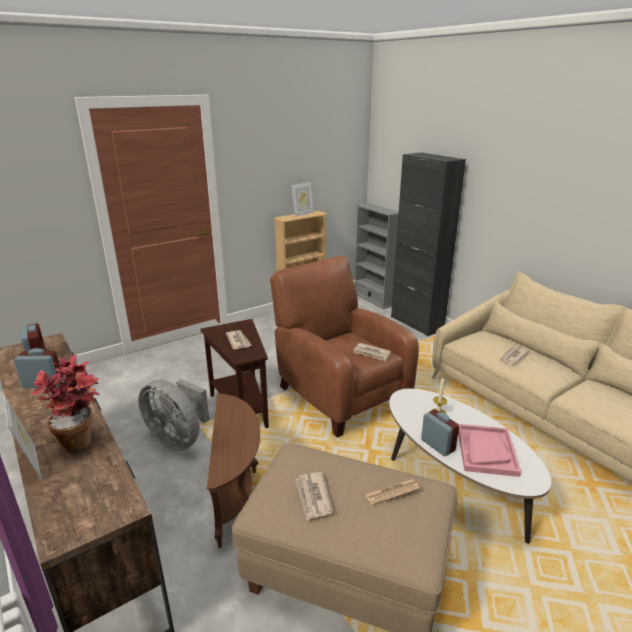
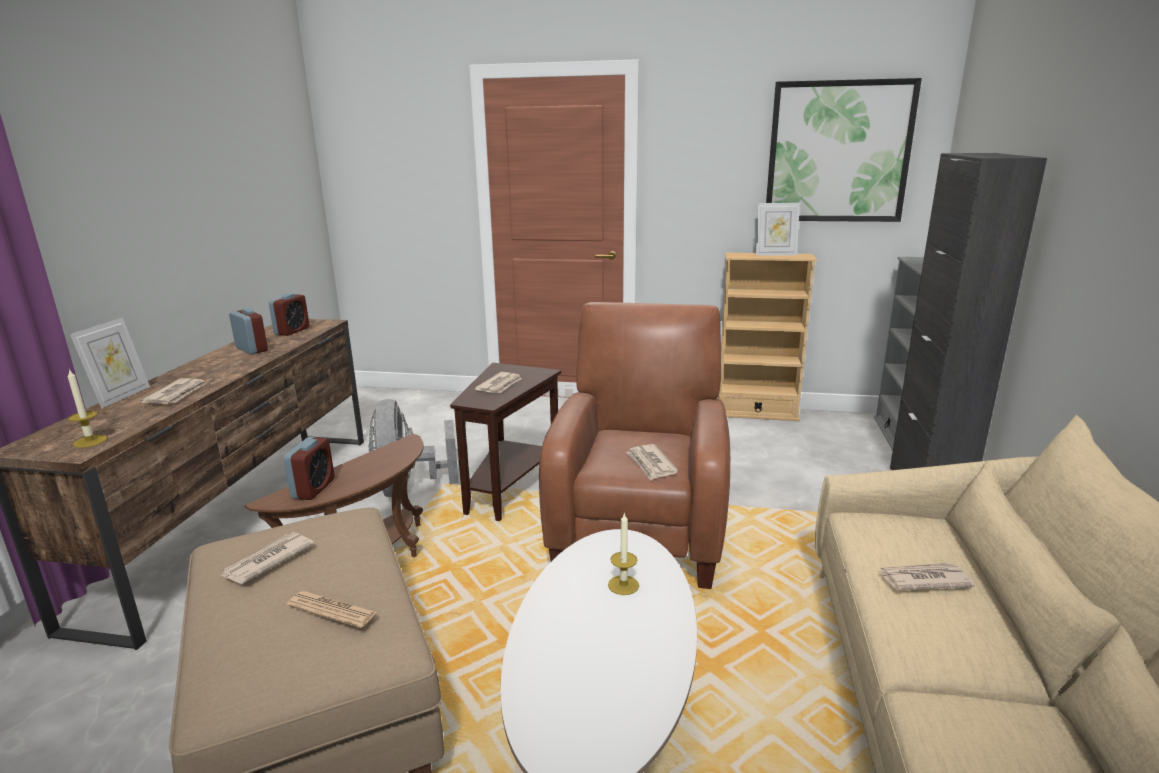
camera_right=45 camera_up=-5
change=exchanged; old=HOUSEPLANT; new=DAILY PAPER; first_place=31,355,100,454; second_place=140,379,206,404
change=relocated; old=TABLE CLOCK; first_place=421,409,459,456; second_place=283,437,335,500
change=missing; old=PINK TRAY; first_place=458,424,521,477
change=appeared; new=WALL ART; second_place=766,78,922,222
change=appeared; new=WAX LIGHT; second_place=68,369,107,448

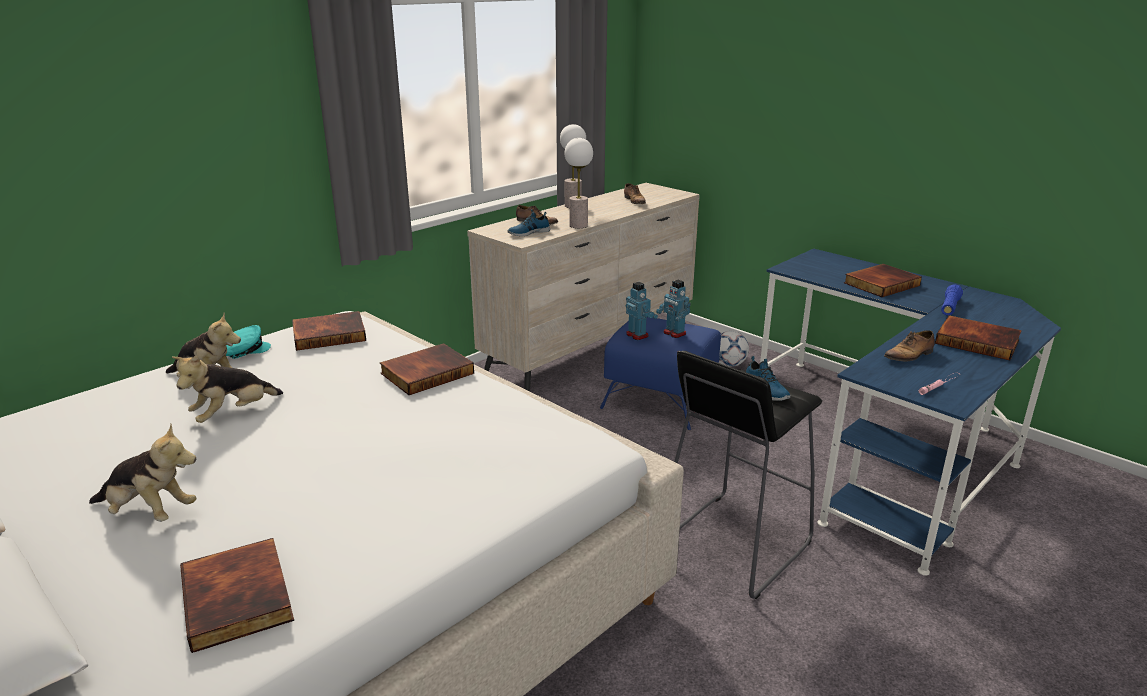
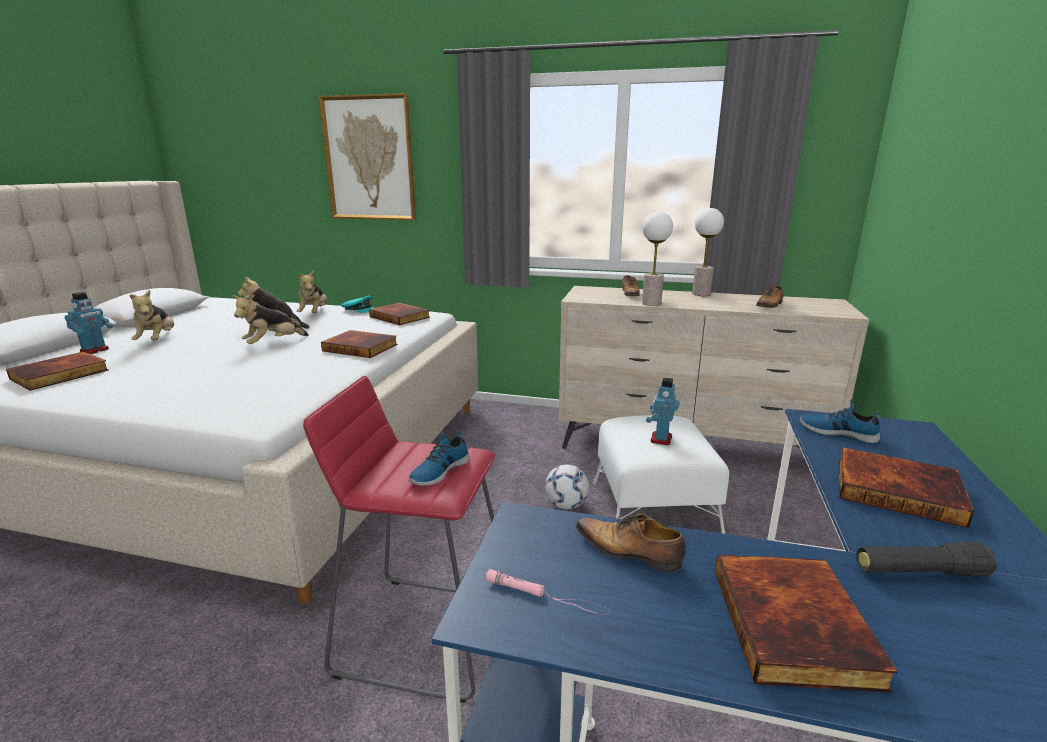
camera_right=60 camera_up=-5
change=relocated; old=LOW SHOE; first_place=508,209,550,236; second_place=800,400,880,443
change=relocated; old=ROBOT FIGURE; first_place=626,282,658,340; second_place=65,292,113,354
change=colour; old=BLUISH FLASHLIGHT; new=BLACKISH FLASHLIGHT; first_place=941,284,963,316; second_place=856,541,997,577
change=colour; old=BLUISH OTTOMAN; new=WHITE OTTOMAN; first_place=600,317,721,430; second_place=593,415,729,534
change=relocated; old=FOOTBALL BALL; first_place=719,331,749,367; second_place=545,464,589,509
change=colour; old=BLACKISH STOOL SEAT; new=RED STOOL SEAT; first_place=674,351,822,599; second_place=303,376,495,702
change=appeared; new=WALL ART; second_place=318,93,416,220
change=appeared; new=PLUSH TOY; second_place=232,294,309,344

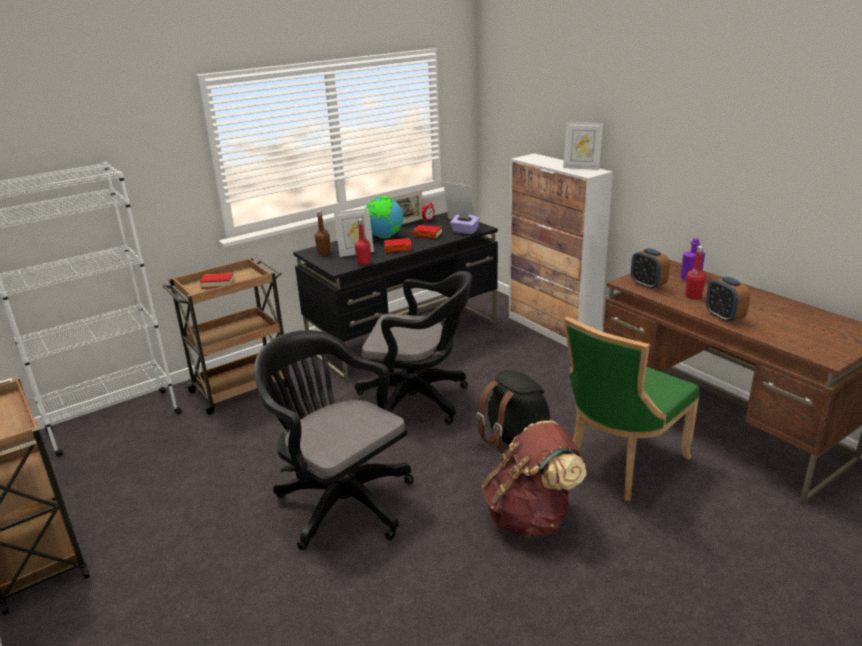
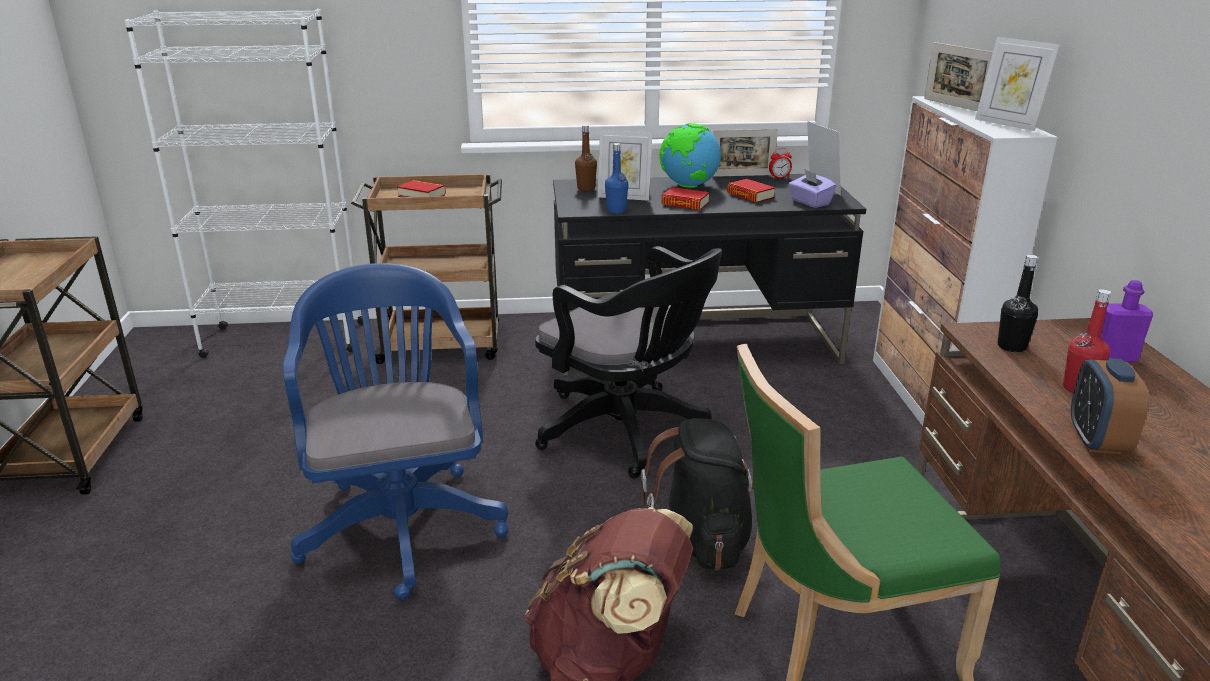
camera_right=30 camera_up=0
change=colour; old=RED BEVERAGE BOTTLE; new=BLUISH BEVERAGE BOTTLE; first_place=355,219,370,265; second_place=605,143,629,214
change=exchanged; old=TABLE CLOCK; new=BLACKISH BEVERAGE BOTTLE; first_place=631,248,670,290; second_place=998,255,1038,352
change=colour; old=BLACKISH COMPUTER CHAIR; new=BLUISH COMPUTER CHAIR; first_place=254,330,414,550; second_place=283,263,509,600
change=appeared; new=PHOTO FRAME; second_place=924,42,993,111

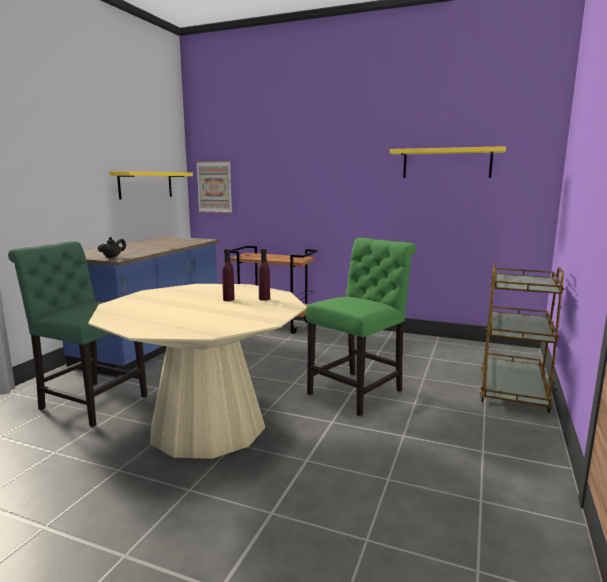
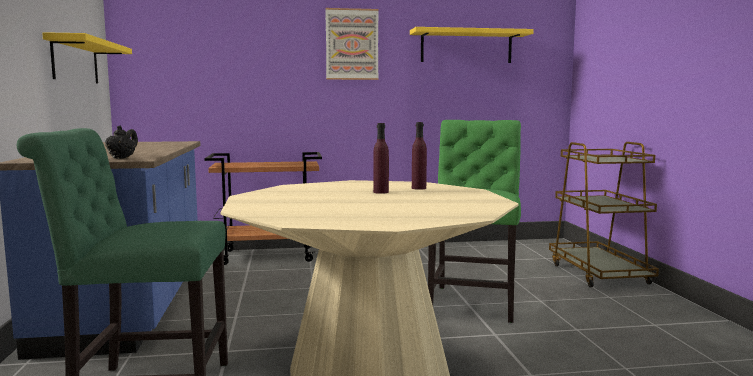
camera_right=-30 camera_up=-5
change=relocated; old=WALL ART; first_place=196,161,232,213; second_place=325,8,378,80

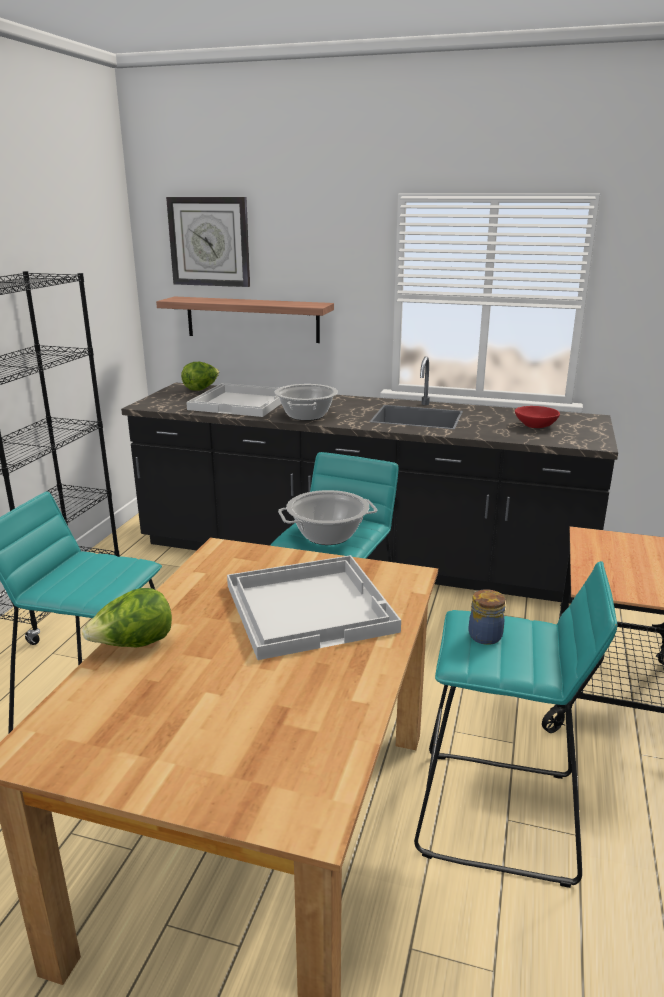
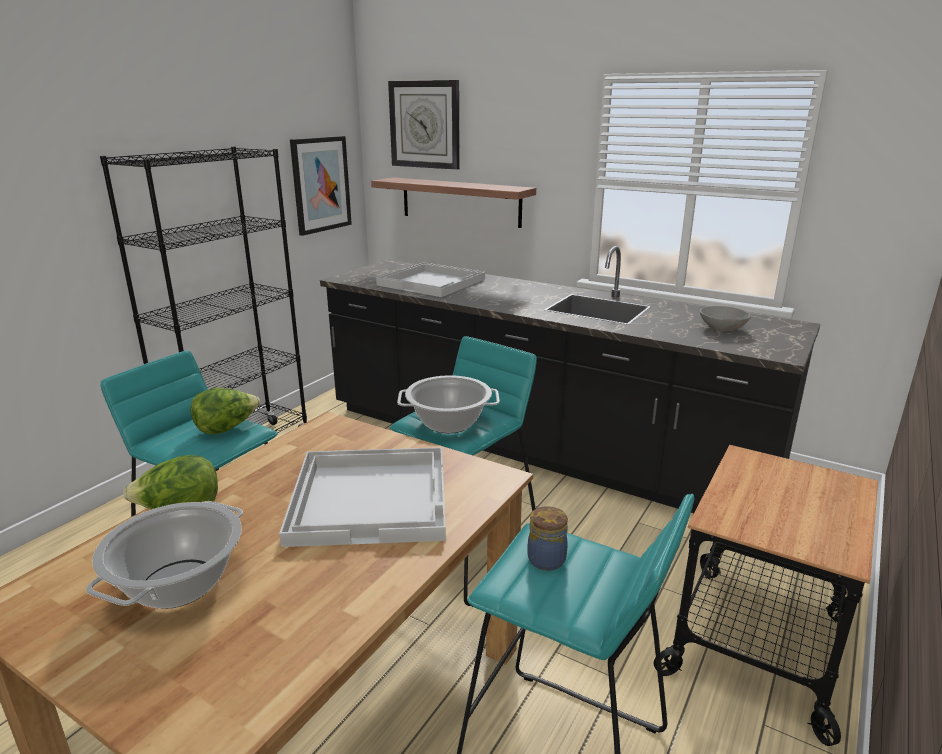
camera_right=15 camera_up=0
change=relocated; old=LETTUCE; first_place=181,362,219,391; second_place=191,388,260,434
change=relocated; old=COOKING POT; first_place=274,384,338,421; second_place=86,501,243,609
change=colour; old=RED SERVING BOWL; new=GRAY SERVING BOWL; first_place=515,406,560,428; second_place=699,306,751,331
change=appeared; new=WALL ART; second_place=290,136,352,236

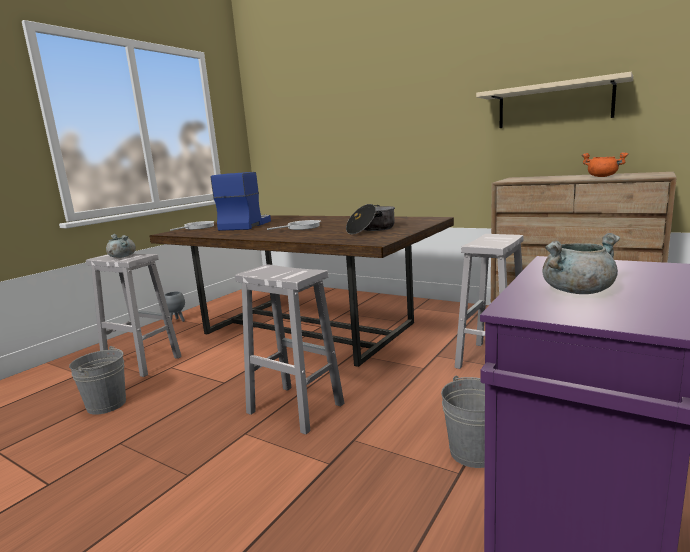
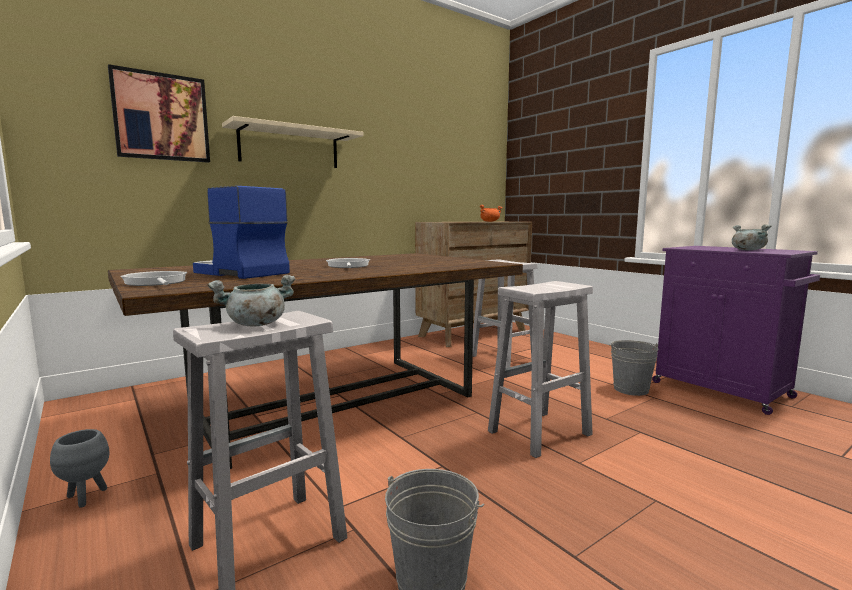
camera_right=-70 camera_up=-5
change=relocated; old=BEIGE-COLOURED BRACKET SHELF; first_place=476,72,633,128; second_place=222,116,364,168
change=missing; old=COOKING POT; first_place=346,204,395,235
change=appeared; new=WALL ART; second_place=108,64,210,163

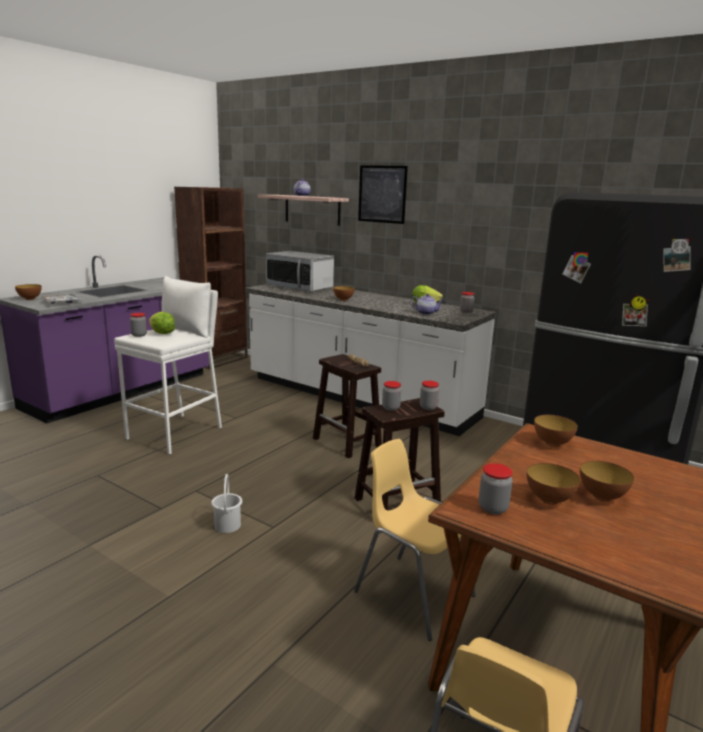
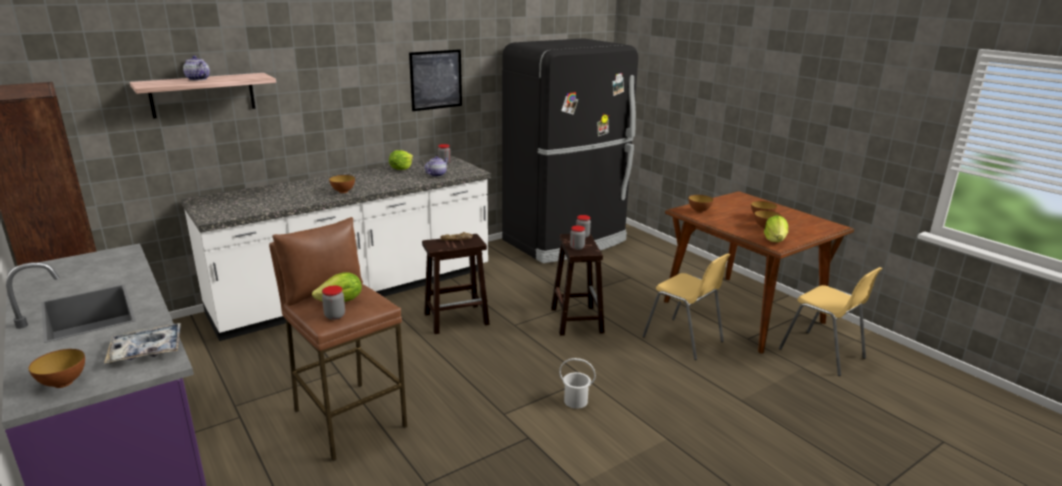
camera_right=-70 camera_up=5
change=relocated; old=WALL ART; first_place=358,165,408,224; second_place=409,49,462,111
change=missing; old=KITCHEN MICROWAVE; first_place=266,251,334,292
change=colour; old=WHITE STOOL SEAT; new=BROWN-COLOURED STOOL SEAT; first_place=114,276,222,455; second_place=269,217,407,461
change=spun; old=YELLOW PLAIN CHAIR; first_place=354,439,475,641; second_place=643,253,730,360; degrees=-105
change=exchanged; old=PRESERVE JAR; new=LETTUCE; first_place=479,463,513,515; second_place=764,216,788,242

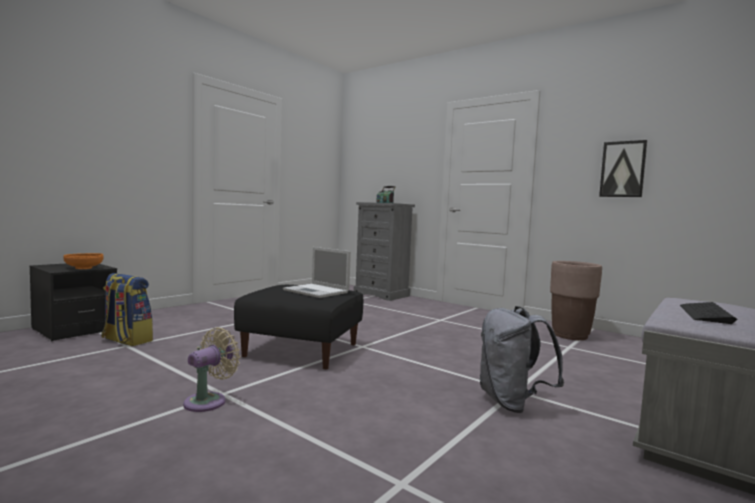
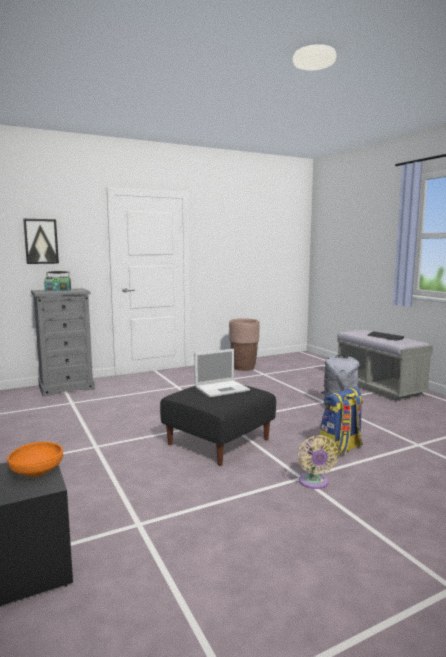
camera_right=-65 camera_up=5
change=relocated; old=WALL ART; first_place=599,140,647,197; second_place=23,219,59,264
change=relocated; old=RUCKSACK; first_place=101,273,153,346; second_place=320,387,363,457
change=spun; old=BEIGE-COLOURED ELECTRIC FAN; first_place=183,327,240,412; second_place=298,435,339,489; degrees=-150

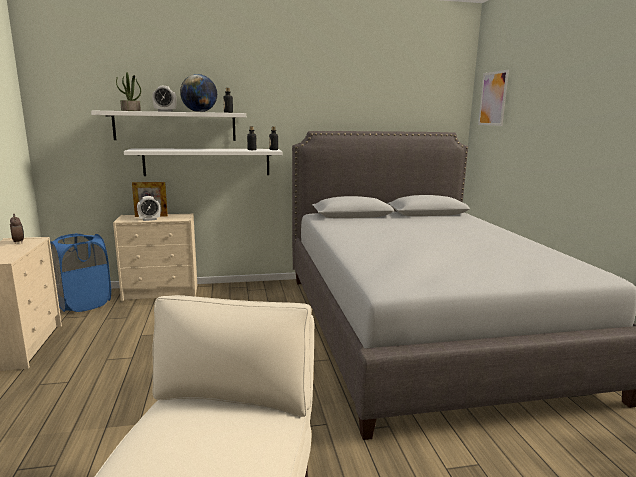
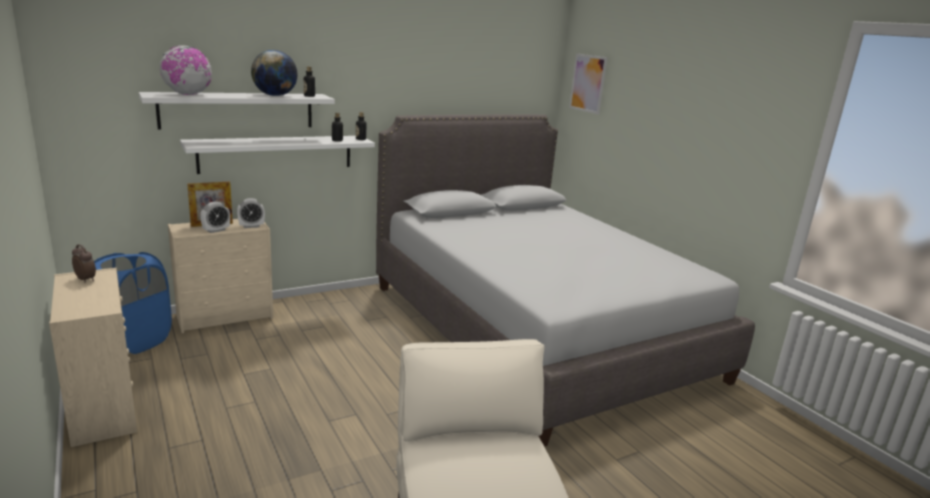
camera_right=-20 camera_up=5
change=exchanged; old=HOUSEPLANT; new=GLOBE; first_place=116,72,141,111; second_place=160,45,212,95
change=relocated; old=TABLE CLOCK; first_place=152,86,177,112; second_place=237,198,265,228

